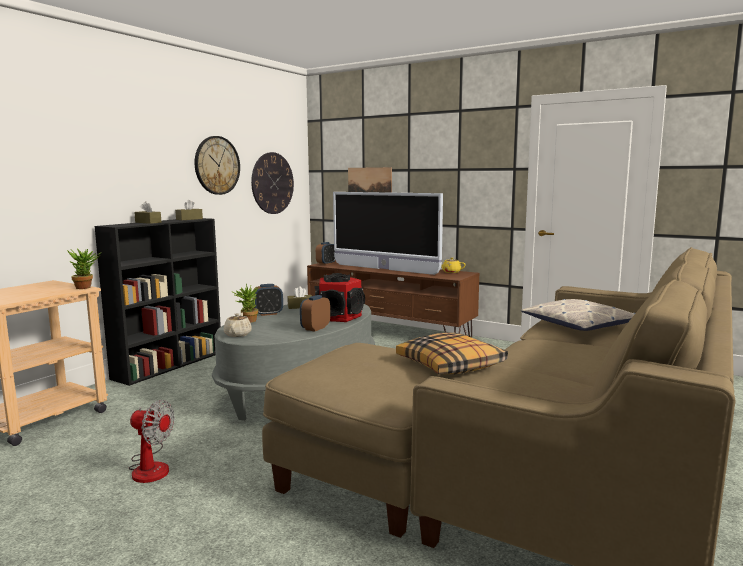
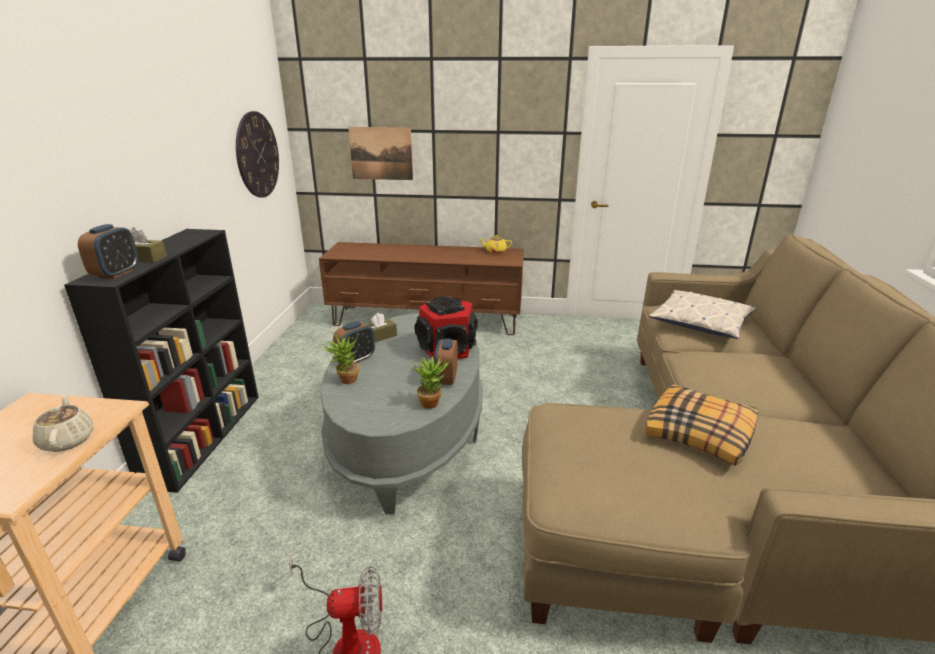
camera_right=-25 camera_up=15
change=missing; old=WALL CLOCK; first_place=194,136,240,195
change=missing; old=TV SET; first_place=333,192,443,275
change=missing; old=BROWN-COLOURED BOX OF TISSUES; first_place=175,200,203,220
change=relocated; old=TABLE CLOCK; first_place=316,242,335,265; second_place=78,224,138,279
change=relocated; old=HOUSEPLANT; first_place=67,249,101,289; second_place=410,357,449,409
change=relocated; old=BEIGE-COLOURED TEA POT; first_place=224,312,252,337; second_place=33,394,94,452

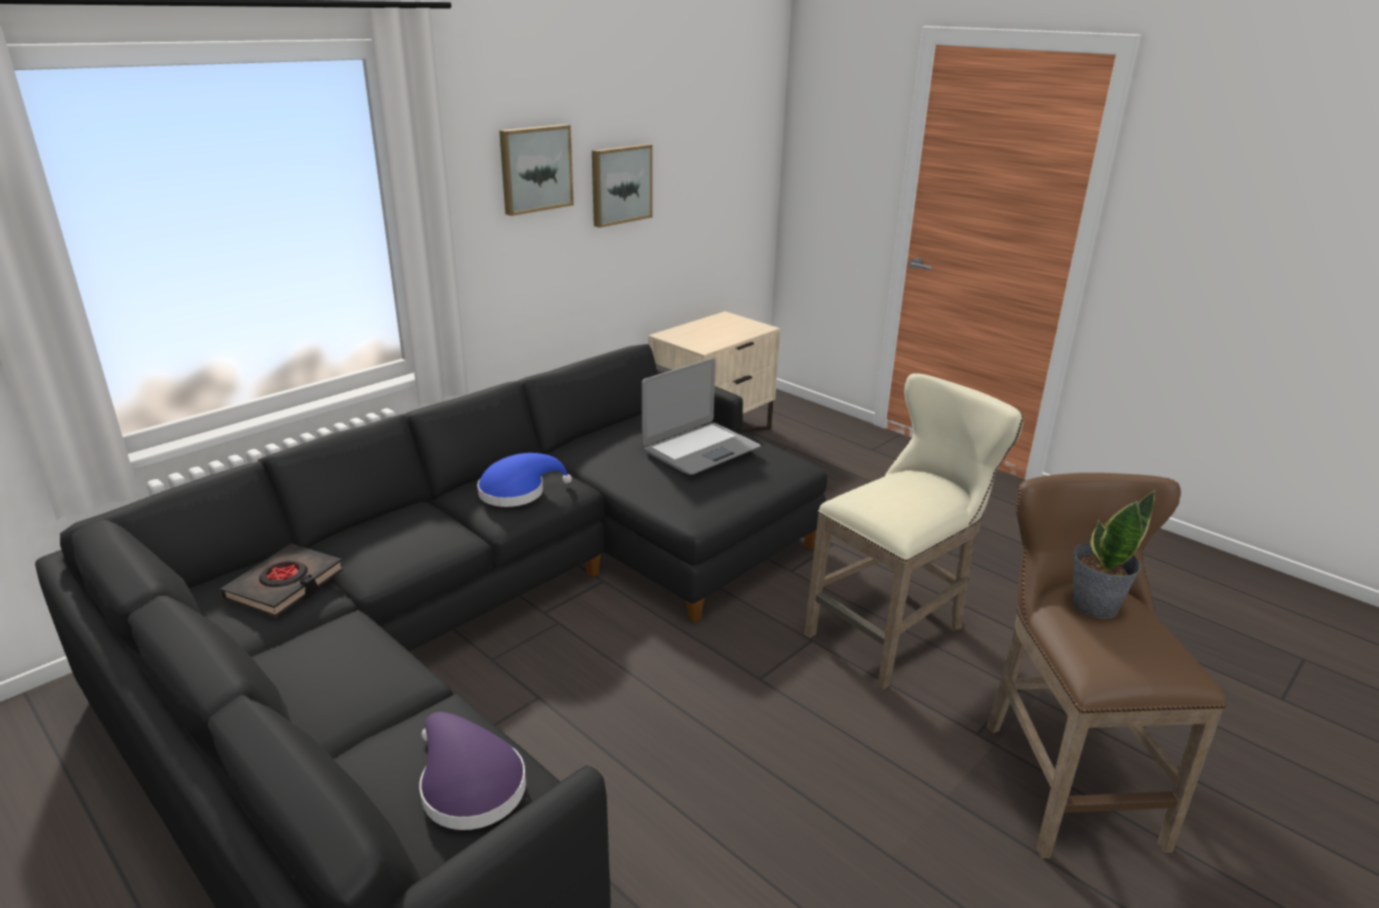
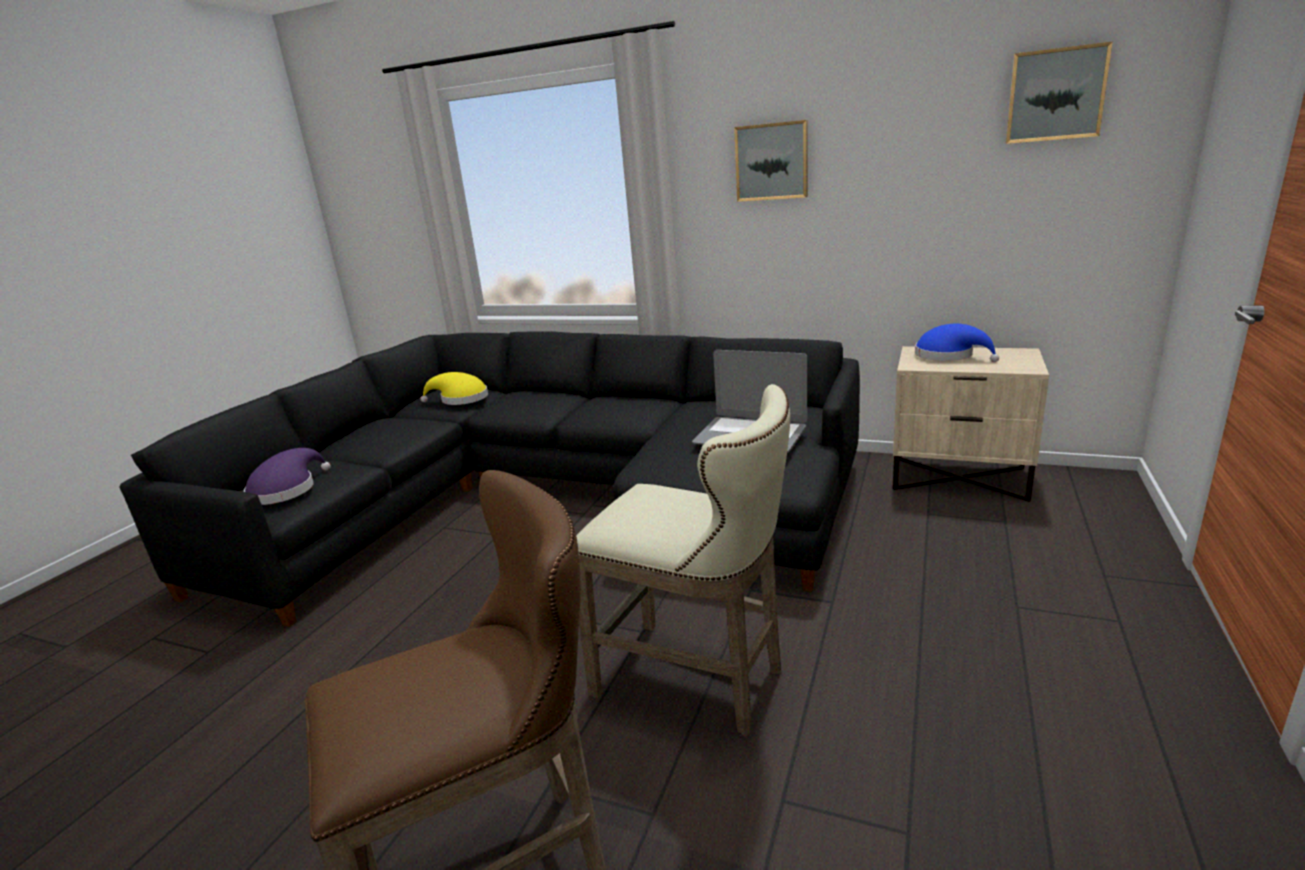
camera_right=70 camera_up=-5
change=relocated; old=WALL ART; first_place=592,144,653,228; second_place=1005,41,1113,144
change=relocated; old=BLUISH WEARABLE HAT; first_place=477,453,572,507; second_place=915,324,999,362
change=missing; old=HOUSEPLANT; first_place=1072,490,1155,619
change=exchanged; old=BLACKISH BOUND BOOK; new=YELLOW WEARABLE HAT; first_place=220,544,344,618; second_place=420,372,488,405

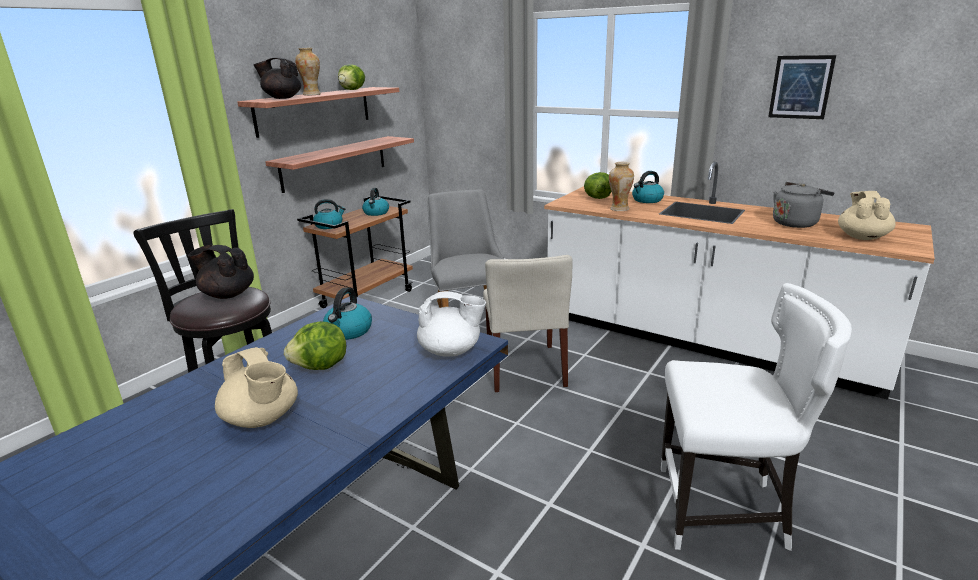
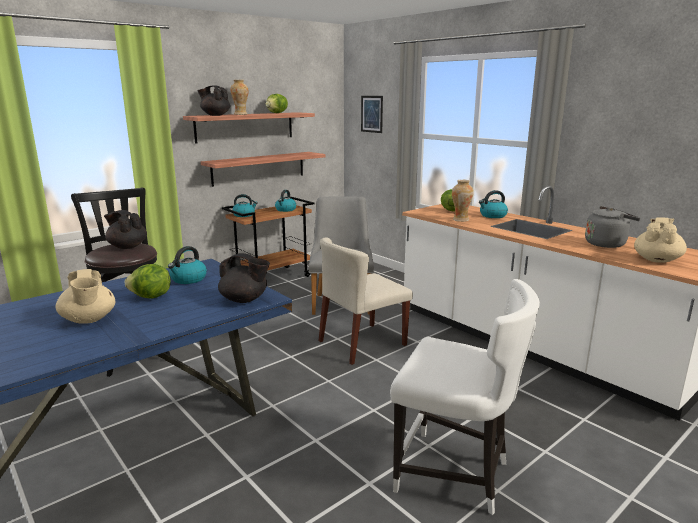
camera_right=15 camera_up=-5
change=relocated; old=WALL ART; first_place=768,55,836,119; second_place=361,96,383,133
change=spun; old=BEIGE-COLOURED PLAIN CHAIR; first_place=483,255,573,392; second_place=318,237,413,365; degrees=45
change=colour; old=WHITE TEA POT; new=BLACKISH TEA POT; first_place=417,291,486,357; second_place=218,253,270,303

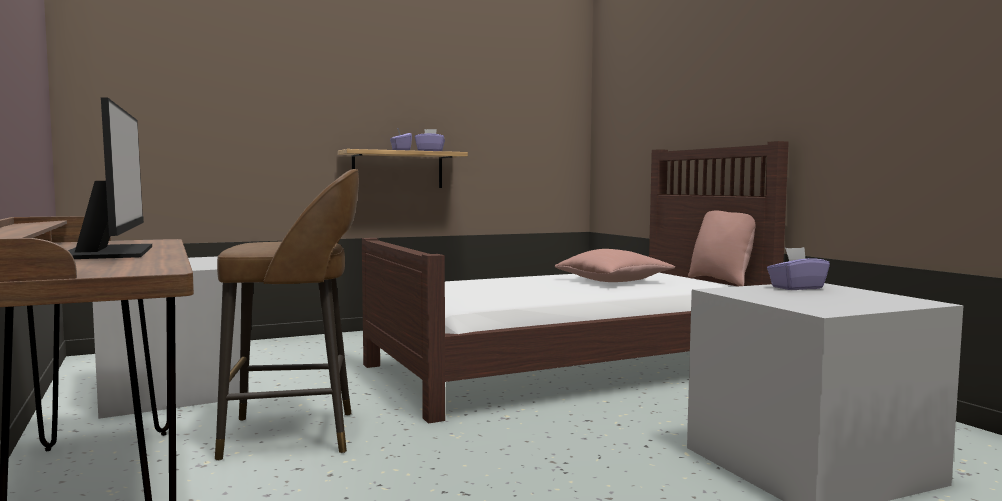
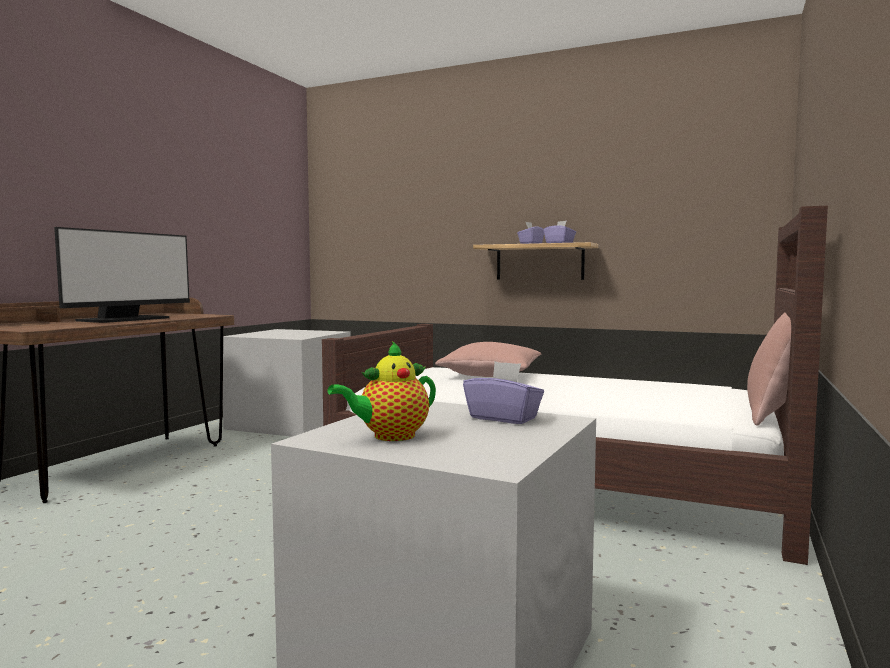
camera_right=50 camera_up=0
change=missing; old=BROWN-COLOURED STOOL SEAT; first_place=215,169,359,461
change=relocated; old=PINK PILLOW; first_place=555,249,675,282; second_place=435,342,541,377
change=appeared; new=TEA POT; second_place=327,341,436,441

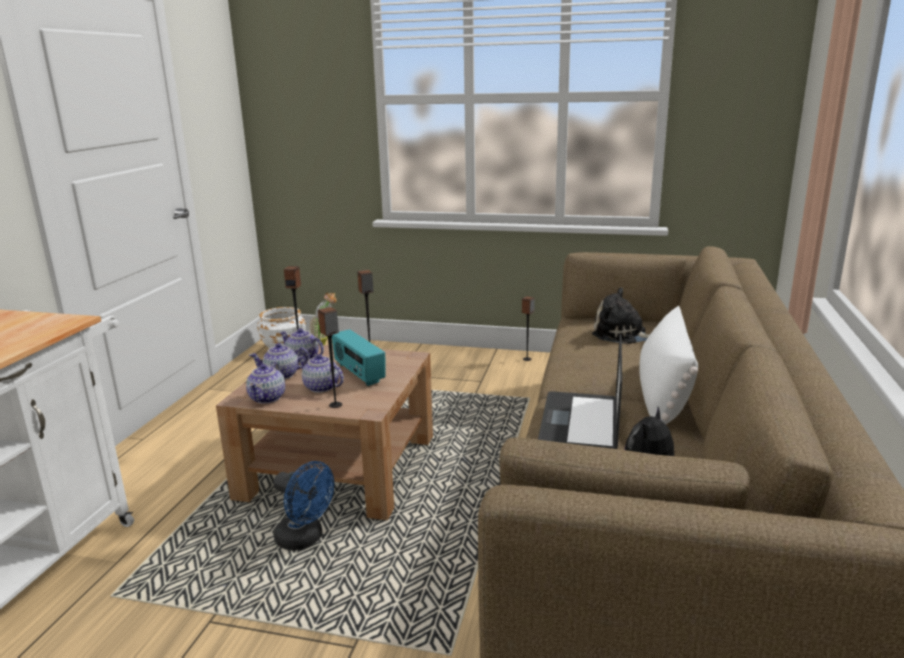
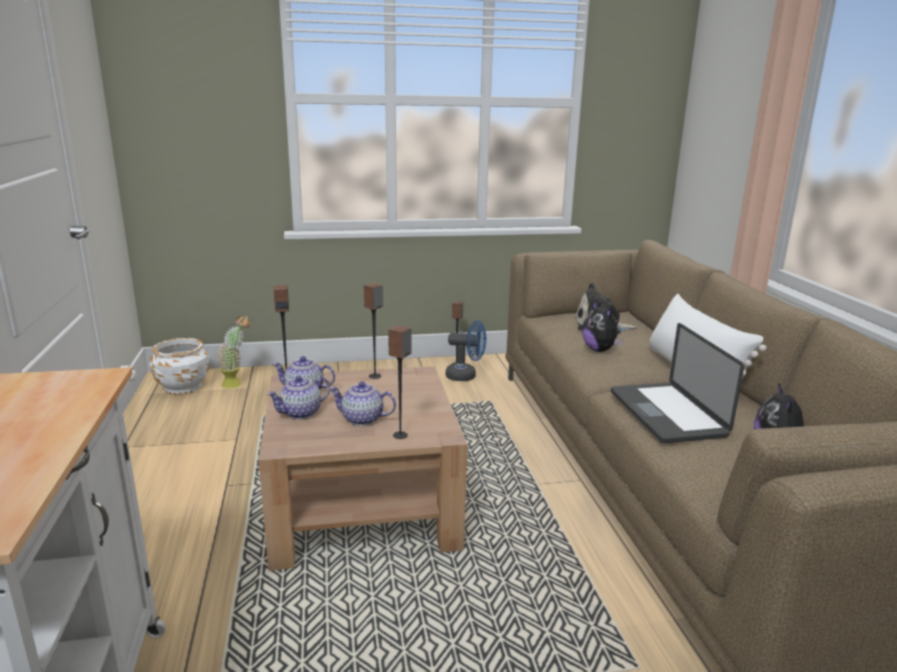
camera_right=-25 camera_up=0
change=missing; old=RADIO; first_place=332,330,385,386
change=missing; old=TEA POT; first_place=246,362,285,404
change=relocated; old=BLUISH ELECTRIC FAN; first_place=273,461,334,550; second_place=446,320,486,381
change=appeared; new=PLUSH TOY; second_place=582,301,623,352

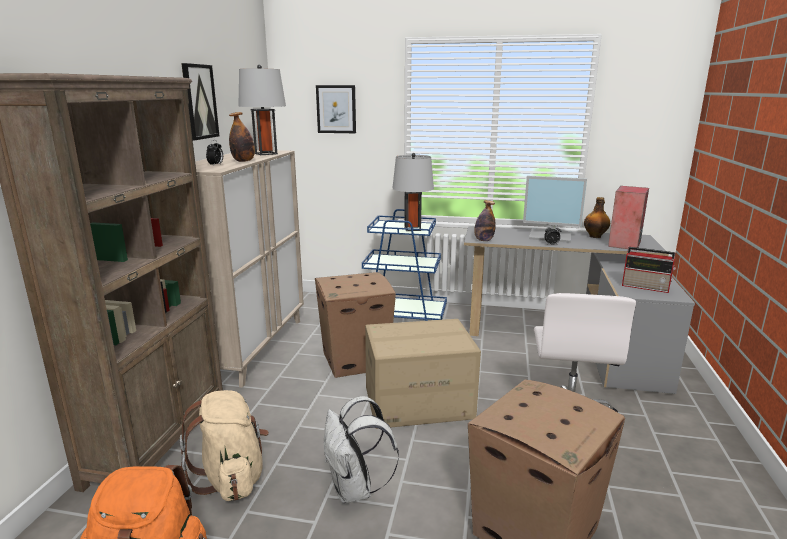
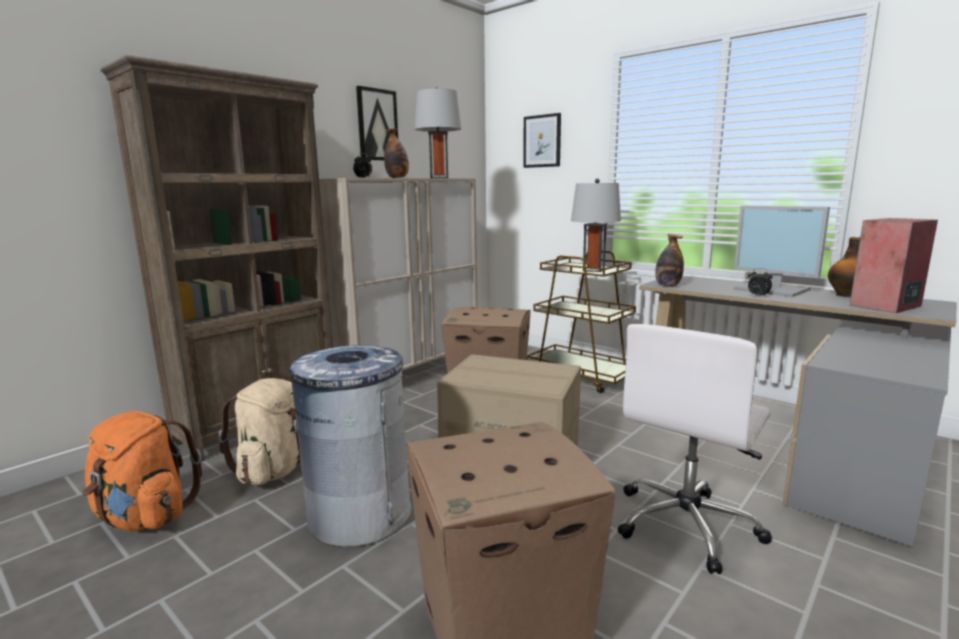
camera_right=30 camera_up=-5
change=colour; old=BLUISH WHEELED CART; new=BROWN-COLOURED WHEELED CART; first_place=362,209,447,321; second_place=527,251,636,393
change=missing; old=RADIO; first_place=622,247,676,293
change=exchanged; old=WHITE RUCKSACK; new=GRAY TRASH CAN; first_place=324,396,399,504; second_place=290,345,411,547

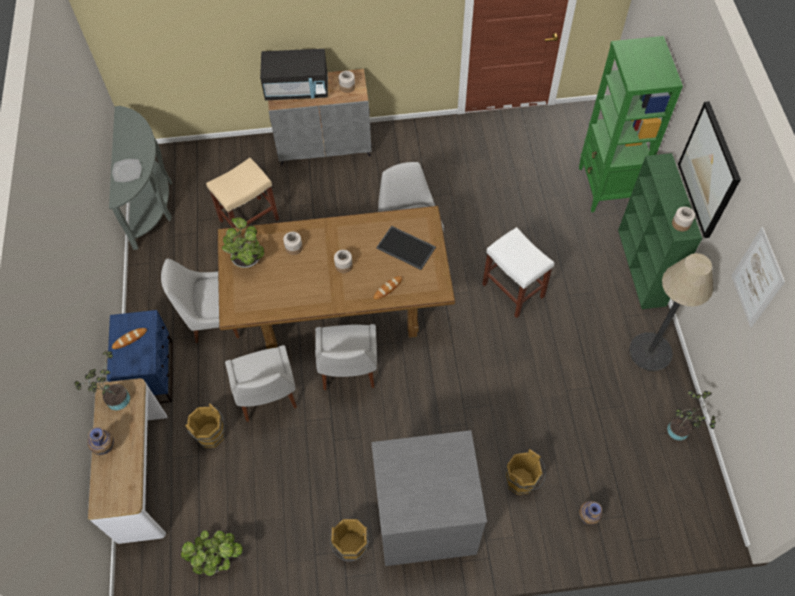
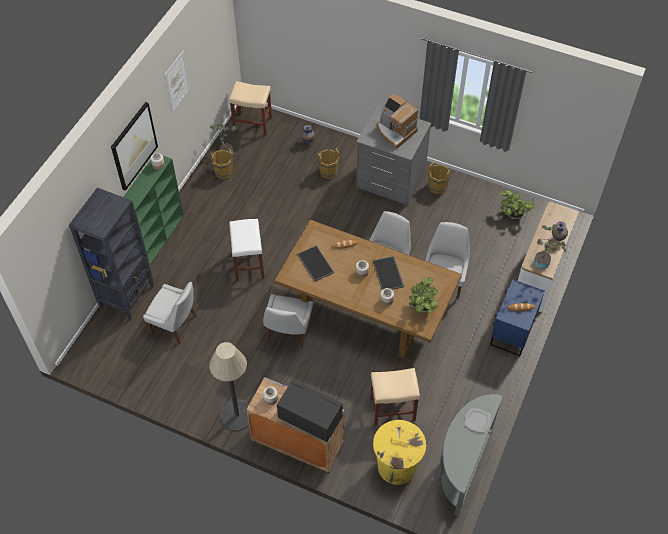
camera_right=-150 camera_up=-5
change=colour; old=GREEN SHELVING UNIT; new=BLACKISH SHELVING UNIT; first_place=579,36,683,212; second_place=69,188,154,321
change=relocated; old=STANDING LAMP; first_place=629,253,713,371; second_place=209,342,249,431
change=relocated; old=WHITE PLAIN CHAIR; first_place=161,258,239,343; second_place=143,282,197,345
change=relocated; old=BROWN-COLOURED WATER BUCKET; first_place=185,403,225,448; second_place=210,149,233,179
change=appeared; new=BEIGE-COLOURED STOOL SEAT; second_place=229,81,272,136
change=appeared; new=COFFEE MAKER; second_place=377,94,418,149
change=appeared; new=TRAY; second_place=373,256,404,290
change=appeared; new=YELLOW TRASH CAN; second_place=373,420,426,485

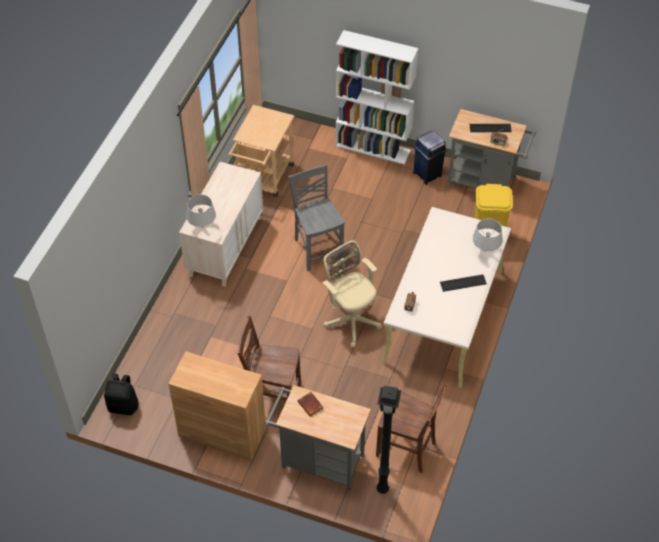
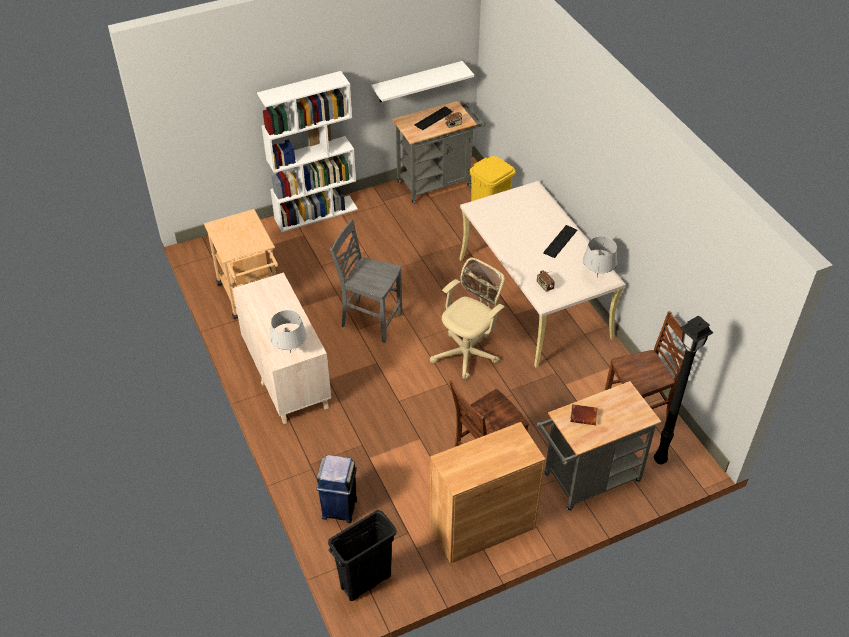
camera_right=-45 camera_up=-5
change=relocated; old=BLUISH TRASH CAN; first_place=413,131,447,185; second_place=316,455,357,523
change=relocated; old=GRAY TABLE LAMP; first_place=472,218,503,252; second_place=583,236,617,277
change=spun; old=BEIGE-COLOURED COMPUTER CHAIR; first_place=322,240,382,348; second_place=430,258,505,380; degrees=120
change=exchanged; old=BLACKISH RUCKSACK; new=BLACKISH TRASH CAN; first_place=104,373,139,415; second_place=328,510,397,601
change=appeared; new=WHITE BRACKET SHELF; second_place=371,61,474,102

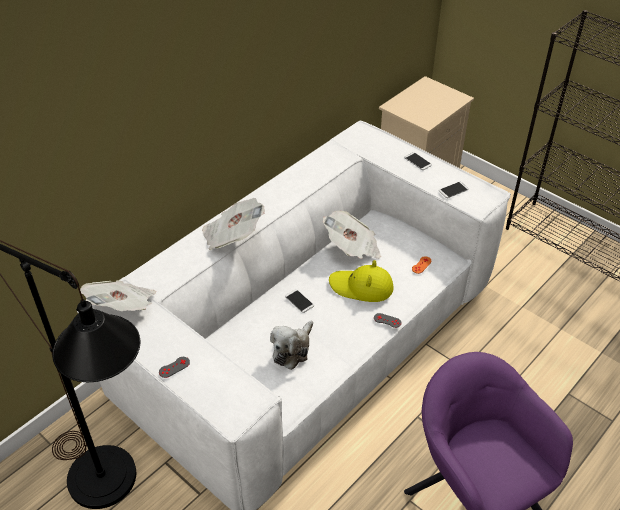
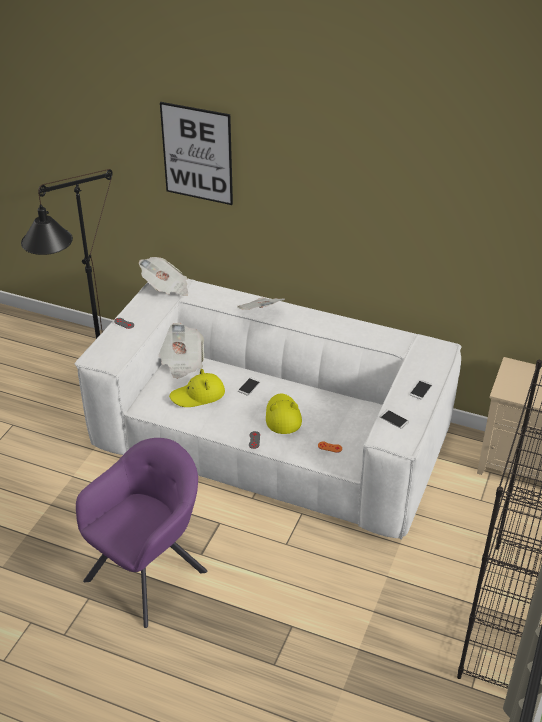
camera_right=70 camera_up=-5
change=relocated; old=DAILY PAPER; first_place=323,211,381,259; second_place=158,323,204,379
change=exchanged; old=PLUSH TOY; new=YELLOW WEARABLE HAT; first_place=270,320,313,370; second_place=169,369,225,407
change=appeared; new=WALL ART; second_place=160,102,233,205

